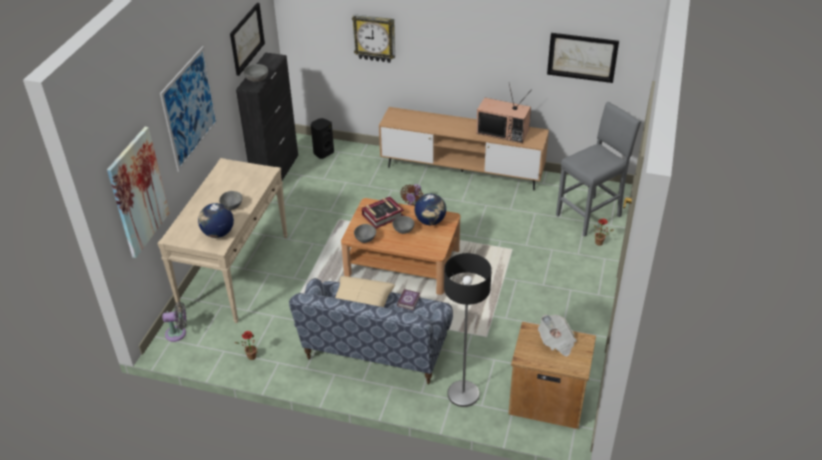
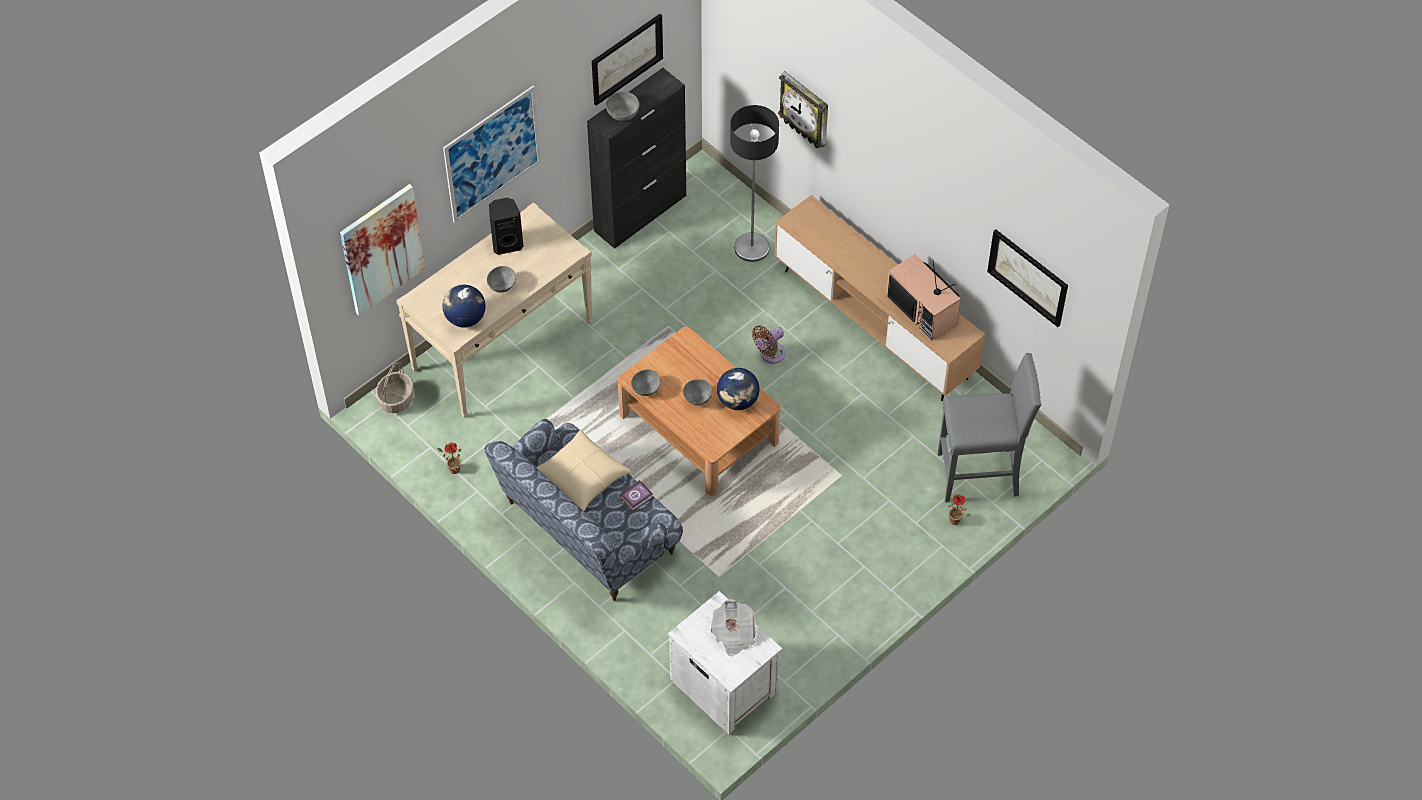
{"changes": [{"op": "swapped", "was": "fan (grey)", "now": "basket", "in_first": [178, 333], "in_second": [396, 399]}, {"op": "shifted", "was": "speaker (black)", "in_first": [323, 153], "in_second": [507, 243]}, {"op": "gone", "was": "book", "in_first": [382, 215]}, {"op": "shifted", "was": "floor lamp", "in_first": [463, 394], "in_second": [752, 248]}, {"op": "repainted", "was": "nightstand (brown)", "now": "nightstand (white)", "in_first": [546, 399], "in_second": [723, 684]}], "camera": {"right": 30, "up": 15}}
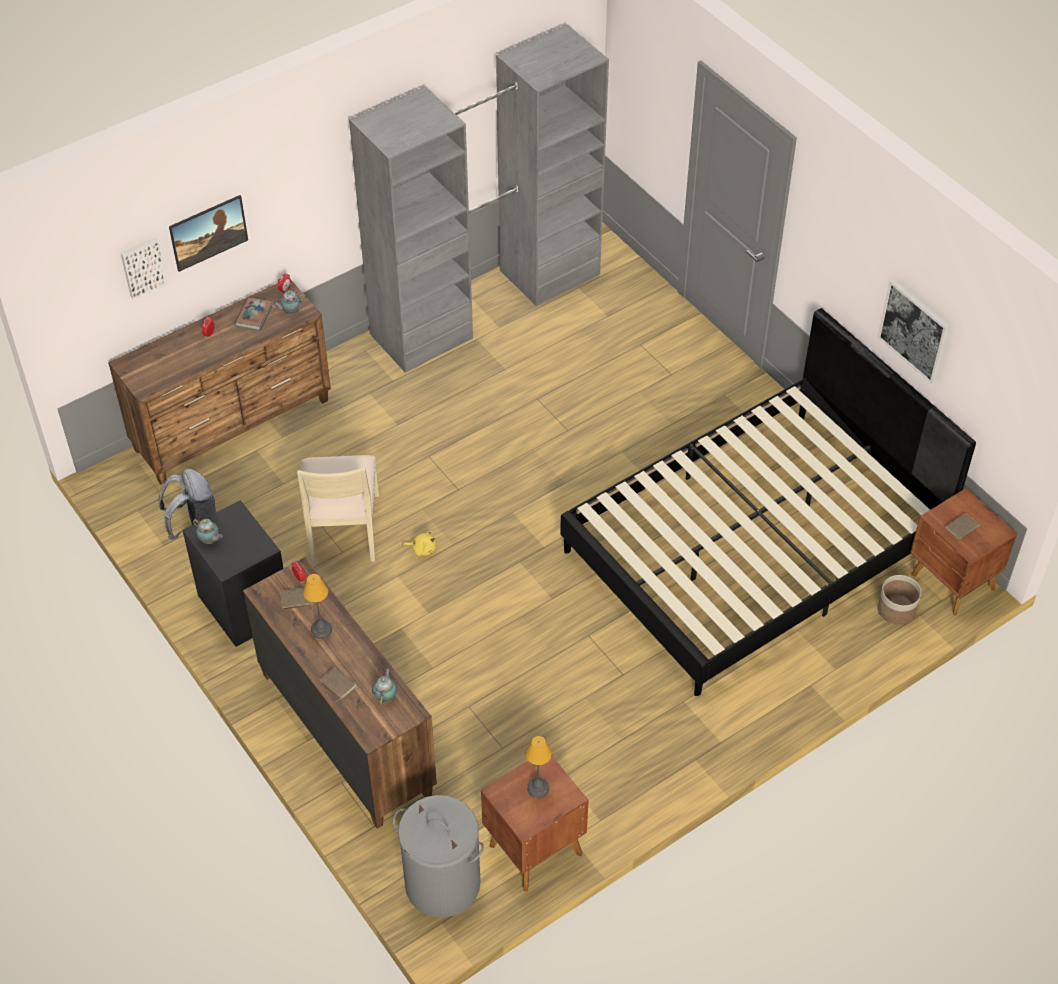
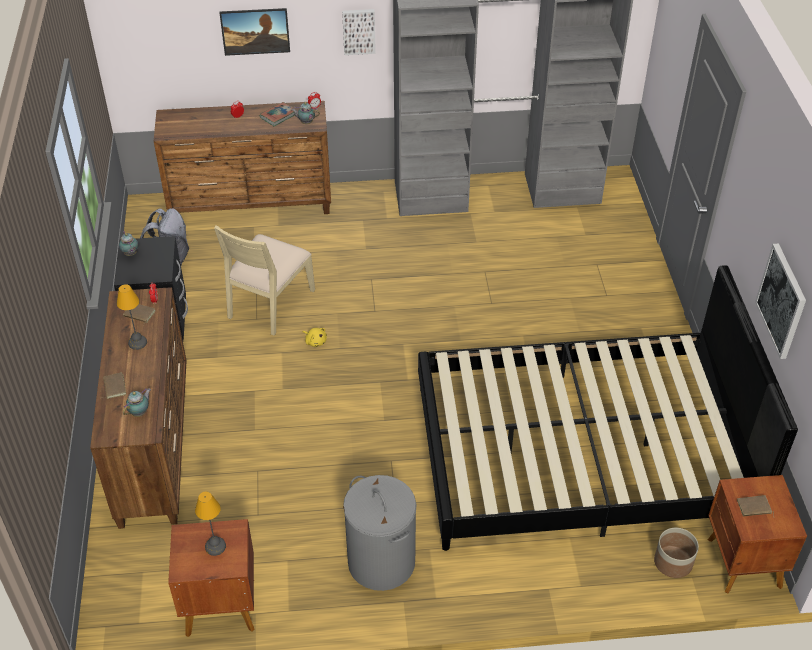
{"changes": [{"op": "shifted", "was": "picture", "in_first": [143, 267], "in_second": [359, 31]}, {"op": "shifted", "was": "laundry basket (grey)", "in_first": [442, 884], "in_second": [381, 562]}], "camera": {"right": 30, "up": -5}}
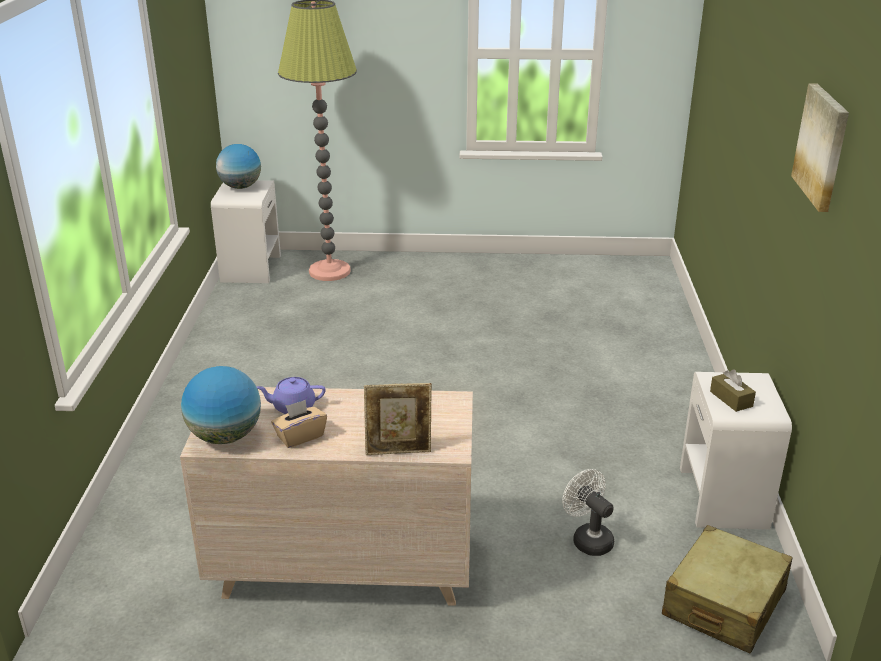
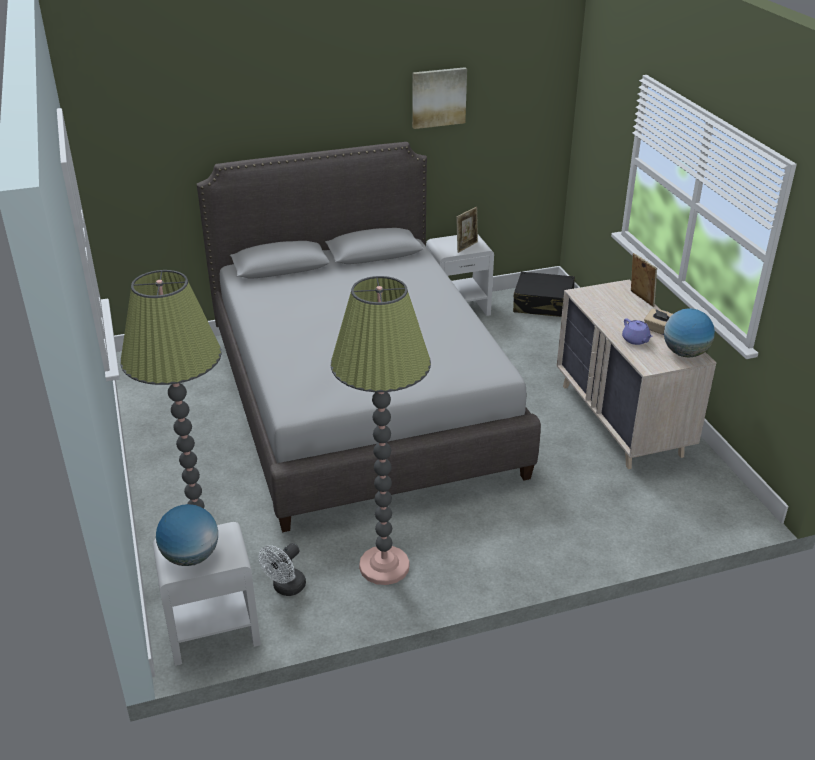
{"changes": [{"op": "shifted", "was": "fan (white)", "in_first": [588, 539], "in_second": [286, 588]}, {"op": "repainted", "was": "suitcase (beige)", "now": "suitcase (black)", "in_first": [723, 603], "in_second": [543, 304]}, {"op": "swapped", "was": "tissue box (brown)", "now": "picture frame", "in_first": [731, 399], "in_second": [466, 246]}, {"op": "new", "now": "bed (grey)", "in_second": [361, 401]}, {"op": "new", "now": "floor lamp", "in_second": [384, 566]}], "camera": {"right": -110, "up": 5}}
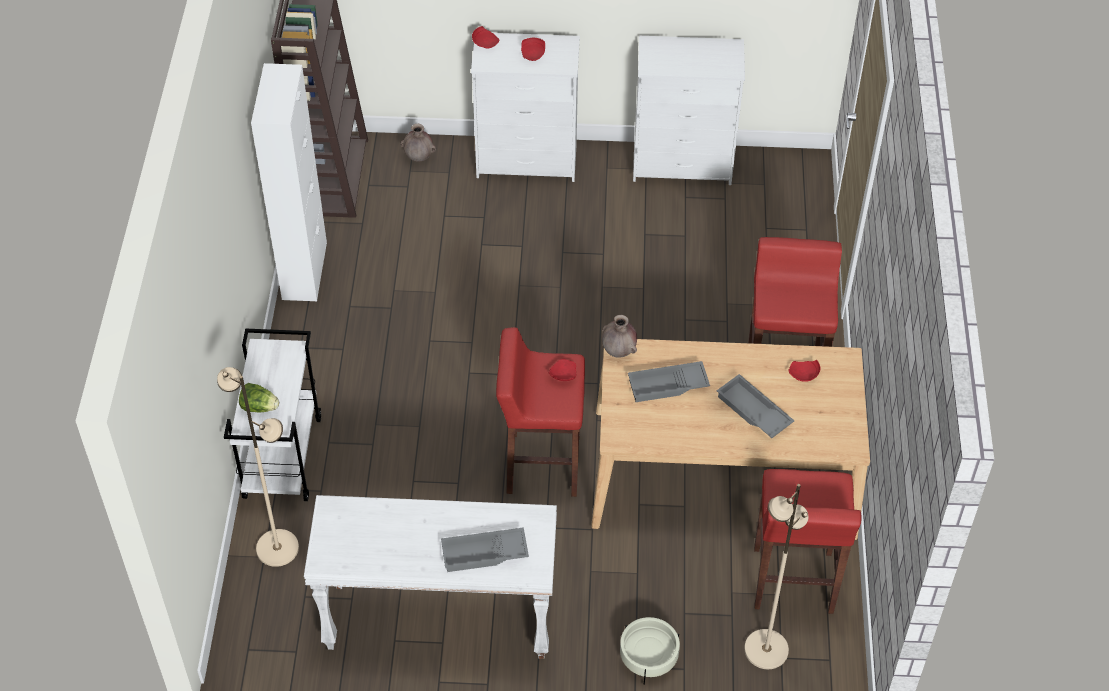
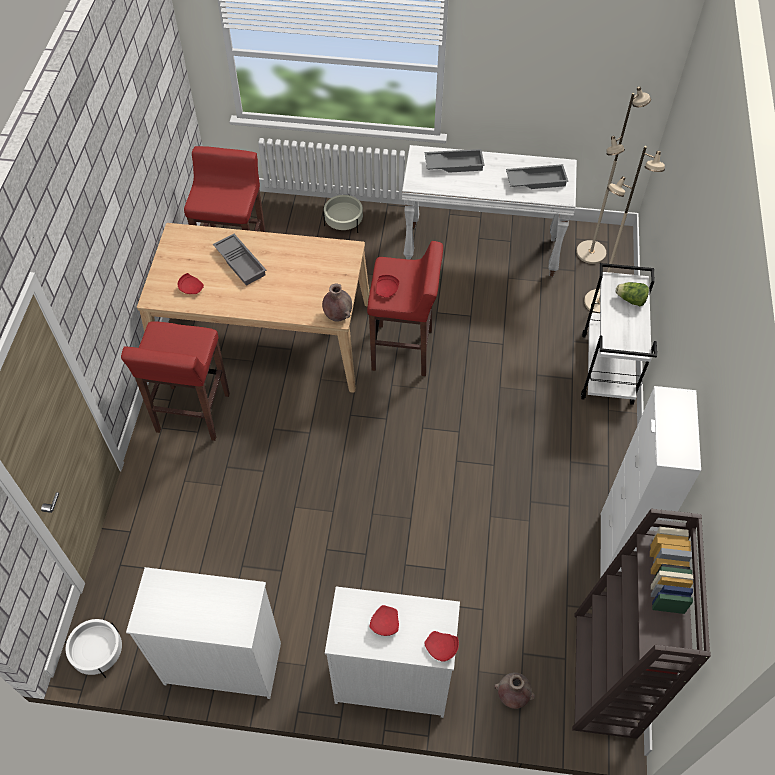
{"changes": [{"op": "shifted", "was": "tray (grey)", "in_first": [667, 386], "in_second": [536, 180]}, {"op": "shifted", "was": "floor lamp (beige)", "in_first": [765, 649], "in_second": [591, 253]}, {"op": "new", "now": "planter (white)", "in_second": [98, 652]}], "camera": {"right": -175, "up": 5}}
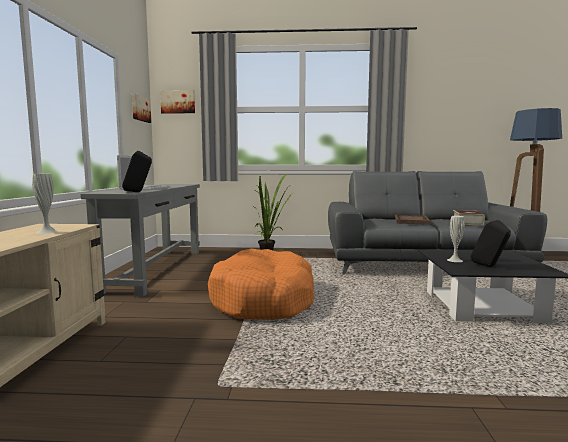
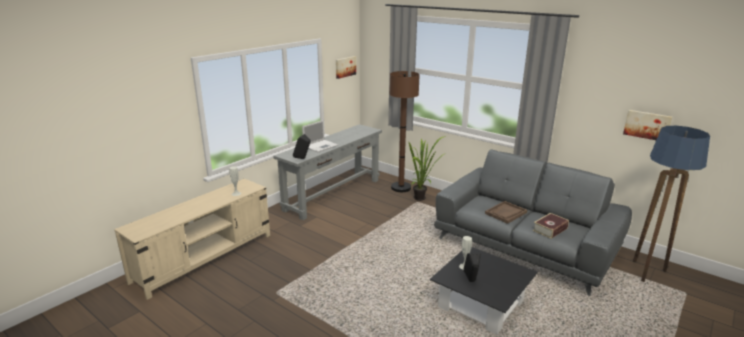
{"changes": [{"op": "shifted", "was": "picture", "in_first": [178, 102], "in_second": [647, 125]}, {"op": "gone", "was": "dog bed (orange)", "in_first": [264, 300]}, {"op": "new", "now": "floor lamp (brown)", "in_second": [401, 188]}], "camera": {"right": 35, "up": 15}}
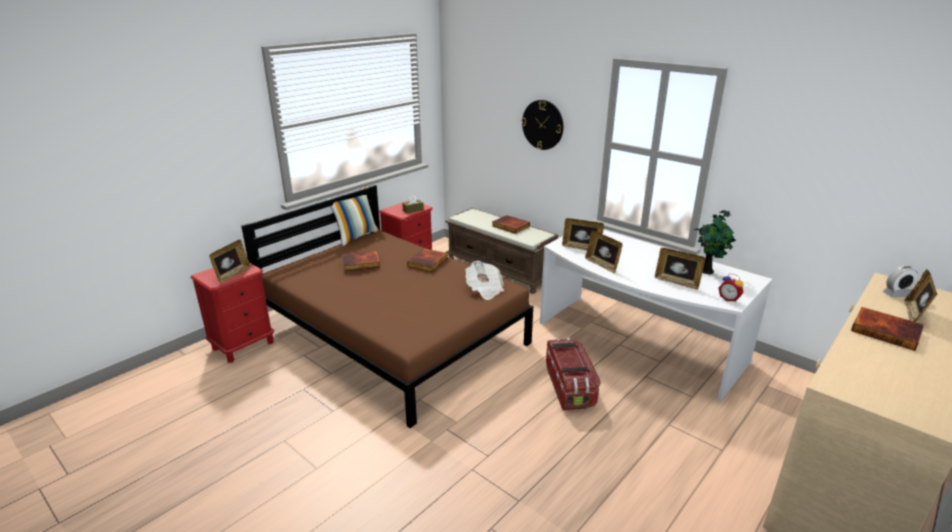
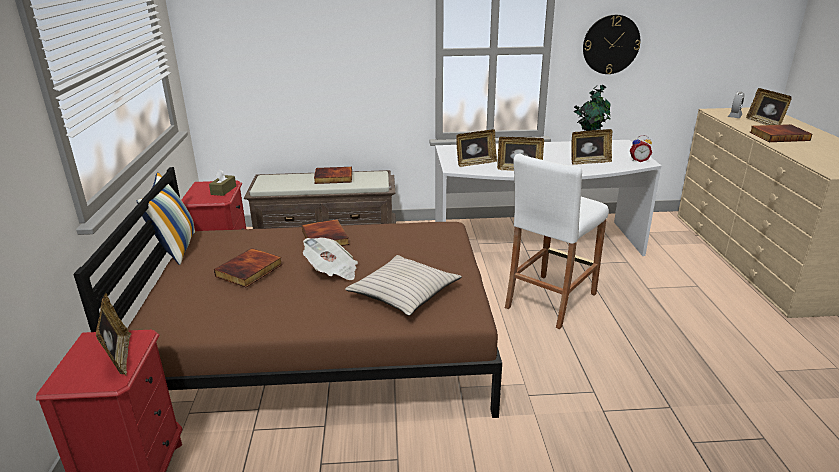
{"changes": [{"op": "shifted", "was": "newspaper", "in_first": [484, 290], "in_second": [332, 271]}, {"op": "shifted", "was": "wall clock", "in_first": [542, 125], "in_second": [611, 44]}, {"op": "swapped", "was": "storage box", "now": "stool (white)", "in_first": [569, 386], "in_second": [550, 300]}, {"op": "new", "now": "pillow (beige)", "in_second": [403, 293]}], "camera": {"right": -45, "up": 0}}
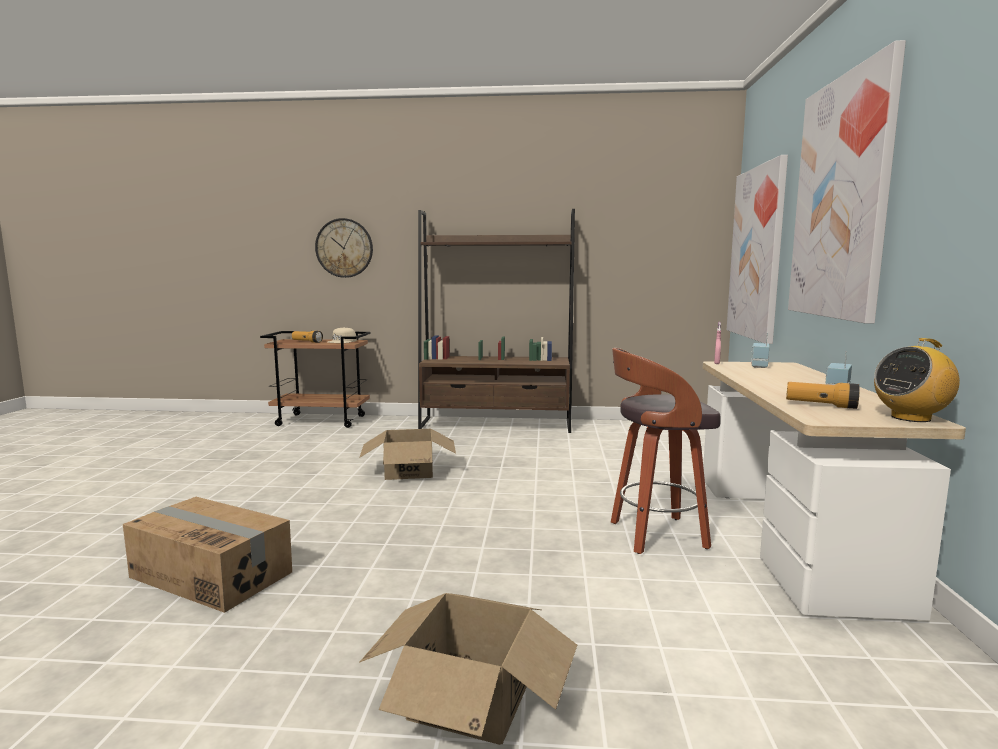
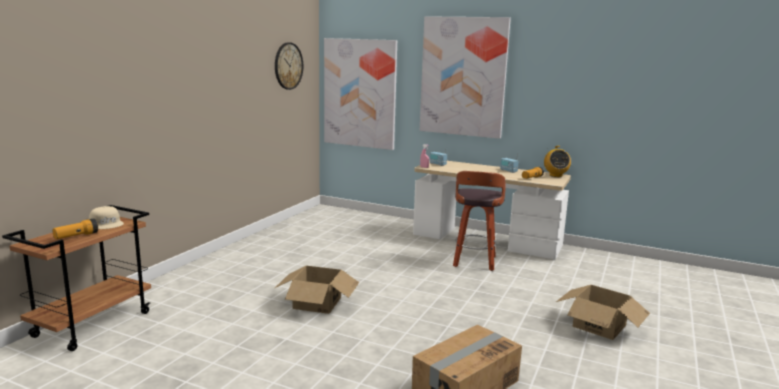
{"changes": [{"op": "shifted", "was": "wall clock", "in_first": [344, 248], "in_second": [288, 66]}, {"op": "gone", "was": "bookcase (brown)", "in_first": [496, 425]}], "camera": {"right": -70, "up": 5}}
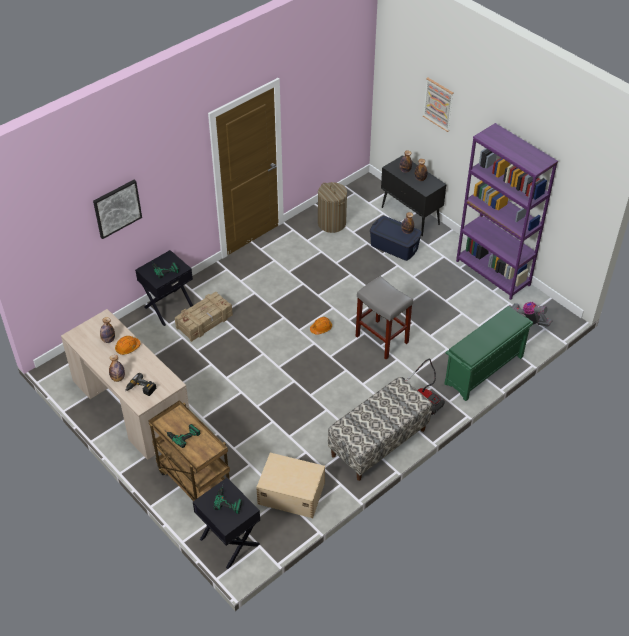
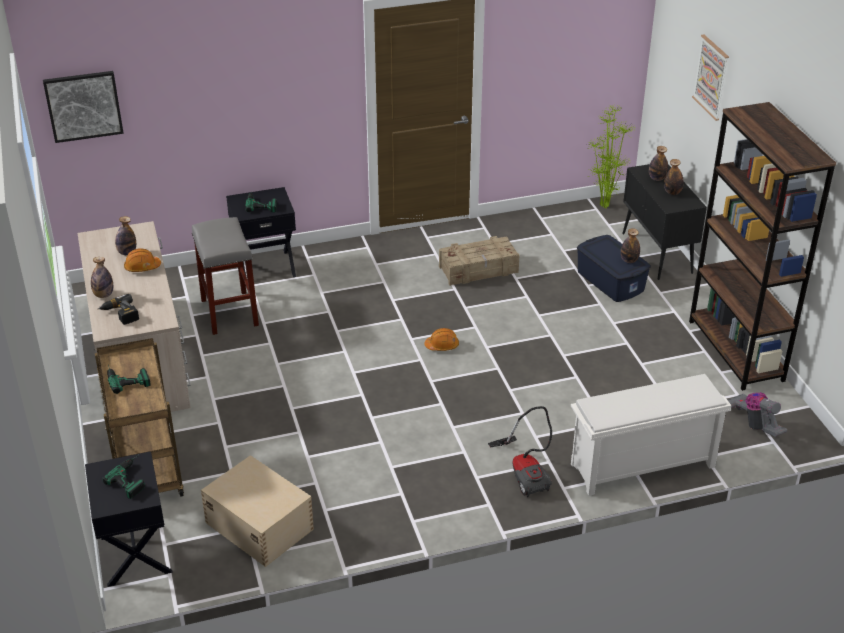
{"changes": [{"op": "shifted", "was": "picture", "in_first": [117, 208], "in_second": [83, 106]}, {"op": "shifted", "was": "crate", "in_first": [205, 321], "in_second": [479, 270]}, {"op": "gone", "was": "laundry basket", "in_first": [332, 223]}, {"op": "gone", "was": "bench", "in_first": [378, 443]}, {"op": "shifted", "was": "stool (grey)", "in_first": [382, 339], "in_second": [230, 313]}, {"op": "repainted", "was": "shoe rack (green)", "now": "shoe rack (white)", "in_first": [483, 371], "in_second": [641, 466]}, {"op": "repainted", "was": "bookcase (purple)", "now": "bookcase (brown)", "in_first": [493, 273], "in_second": [736, 351]}, {"op": "new", "now": "potted plant", "in_second": [604, 207]}], "camera": {"right": 25, "up": -10}}
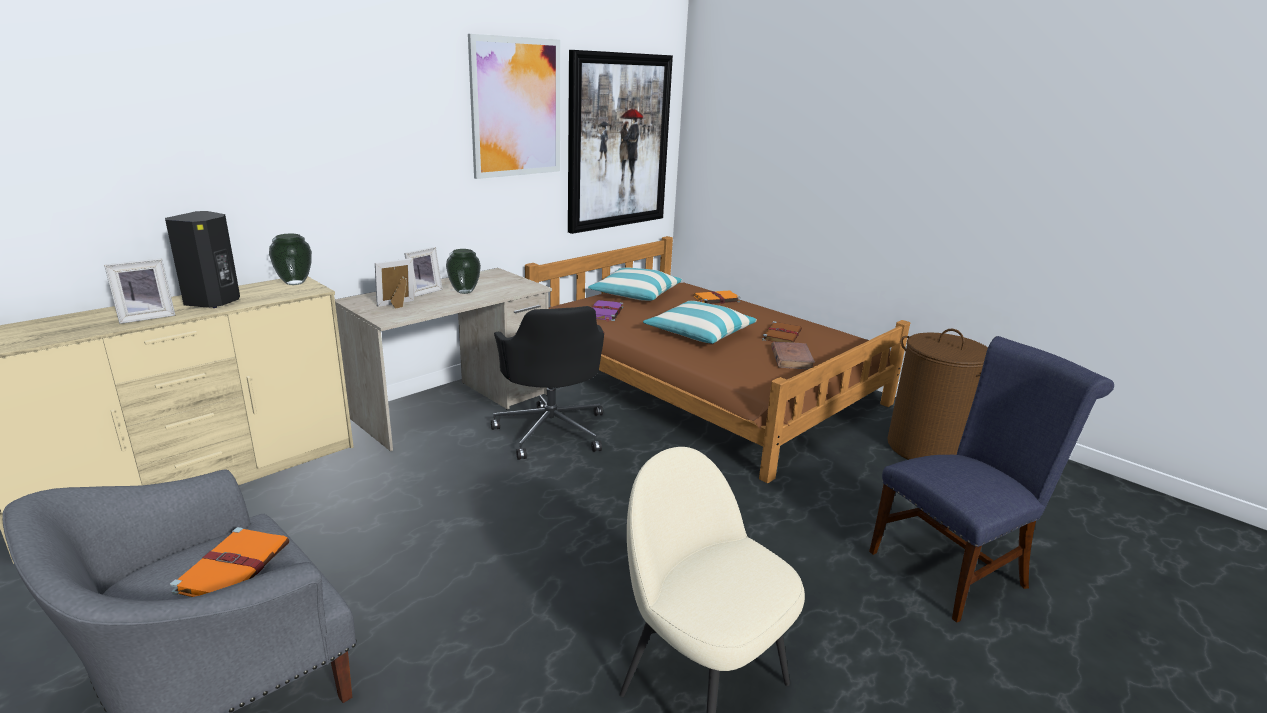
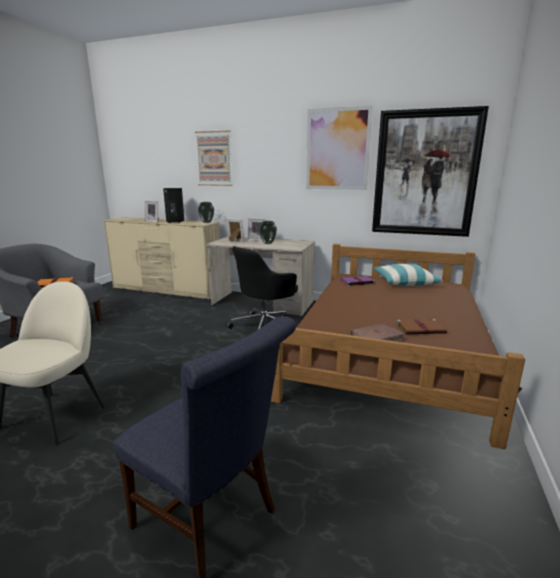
{"changes": [{"op": "gone", "was": "pillow", "in_first": [699, 333]}, {"op": "gone", "was": "book (orange)", "in_first": [715, 299]}, {"op": "gone", "was": "laundry basket (brown)", "in_first": [925, 448]}, {"op": "new", "now": "picture", "in_second": [214, 159]}], "camera": {"right": 65, "up": -5}}
